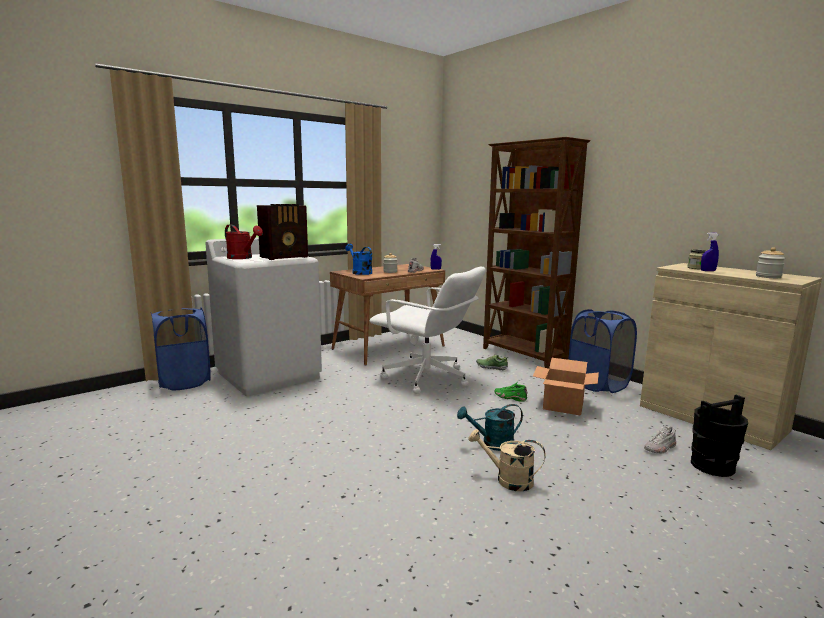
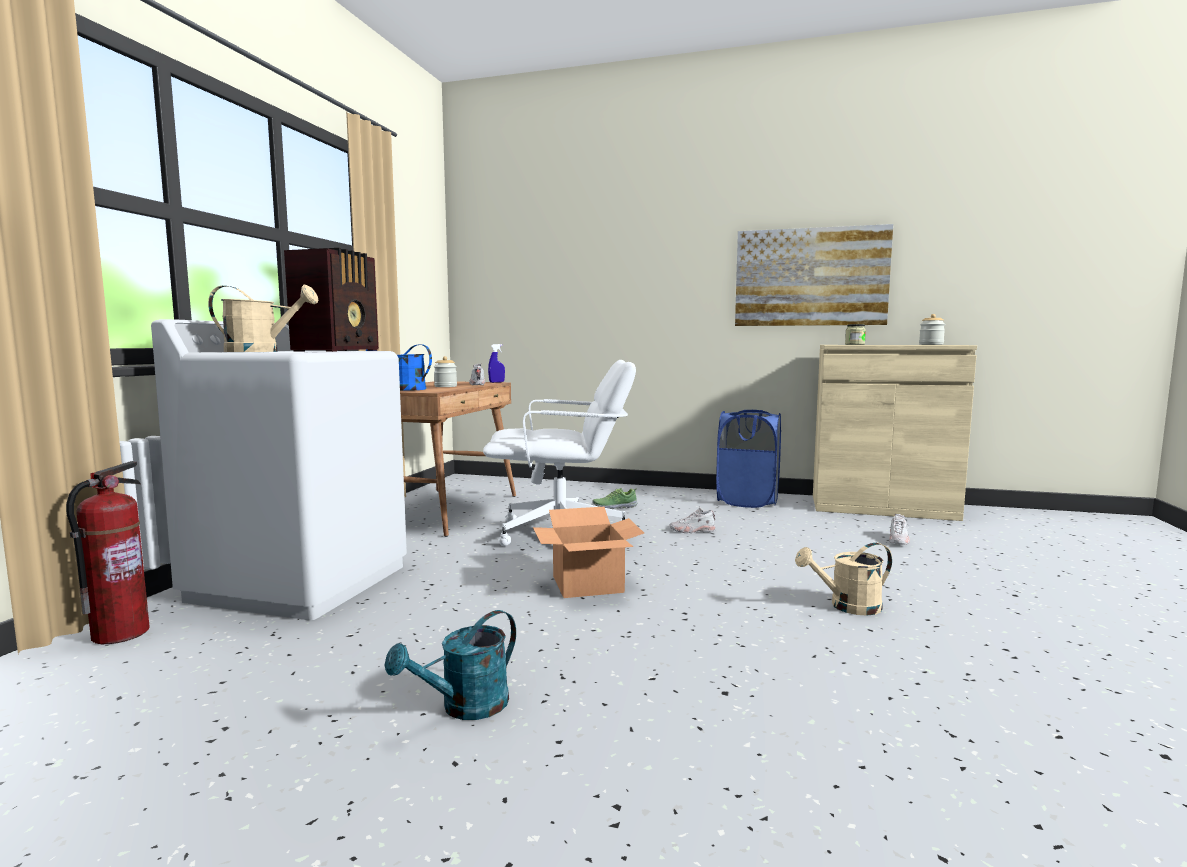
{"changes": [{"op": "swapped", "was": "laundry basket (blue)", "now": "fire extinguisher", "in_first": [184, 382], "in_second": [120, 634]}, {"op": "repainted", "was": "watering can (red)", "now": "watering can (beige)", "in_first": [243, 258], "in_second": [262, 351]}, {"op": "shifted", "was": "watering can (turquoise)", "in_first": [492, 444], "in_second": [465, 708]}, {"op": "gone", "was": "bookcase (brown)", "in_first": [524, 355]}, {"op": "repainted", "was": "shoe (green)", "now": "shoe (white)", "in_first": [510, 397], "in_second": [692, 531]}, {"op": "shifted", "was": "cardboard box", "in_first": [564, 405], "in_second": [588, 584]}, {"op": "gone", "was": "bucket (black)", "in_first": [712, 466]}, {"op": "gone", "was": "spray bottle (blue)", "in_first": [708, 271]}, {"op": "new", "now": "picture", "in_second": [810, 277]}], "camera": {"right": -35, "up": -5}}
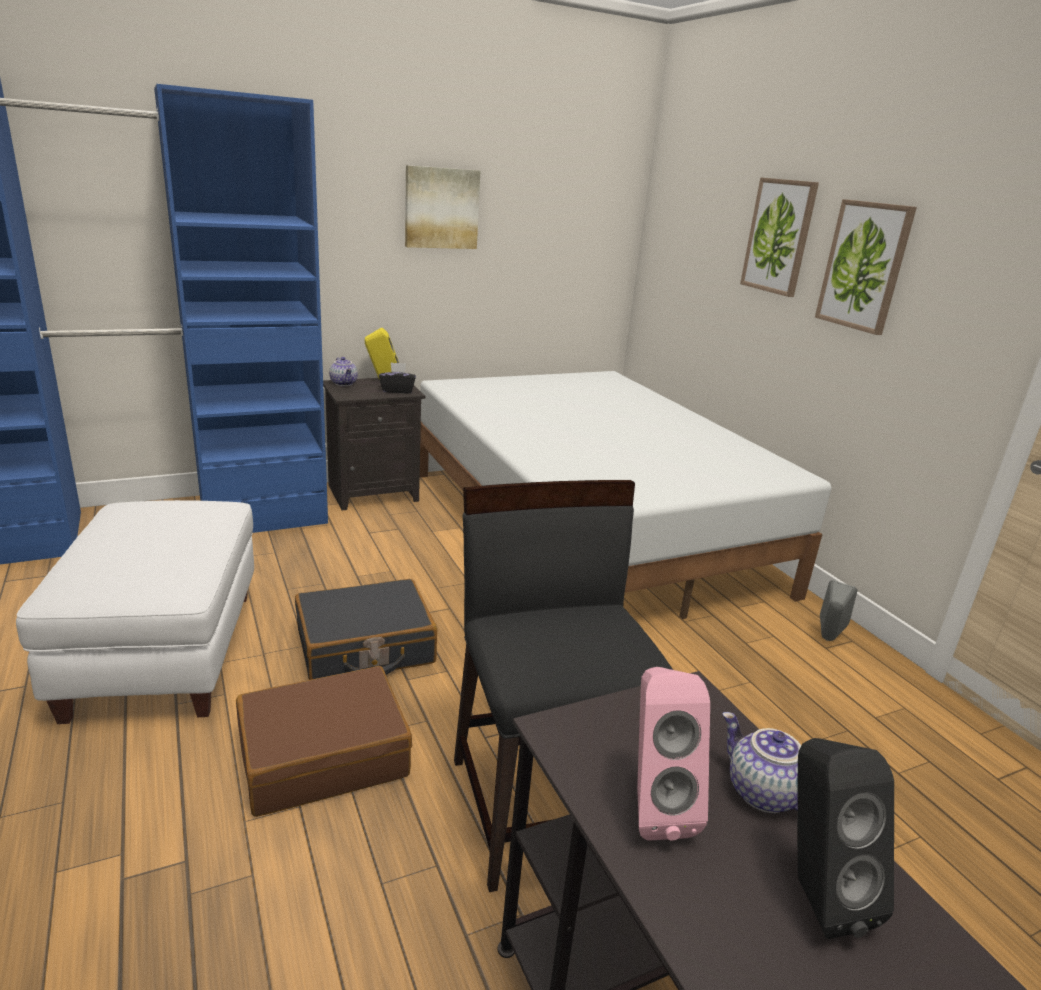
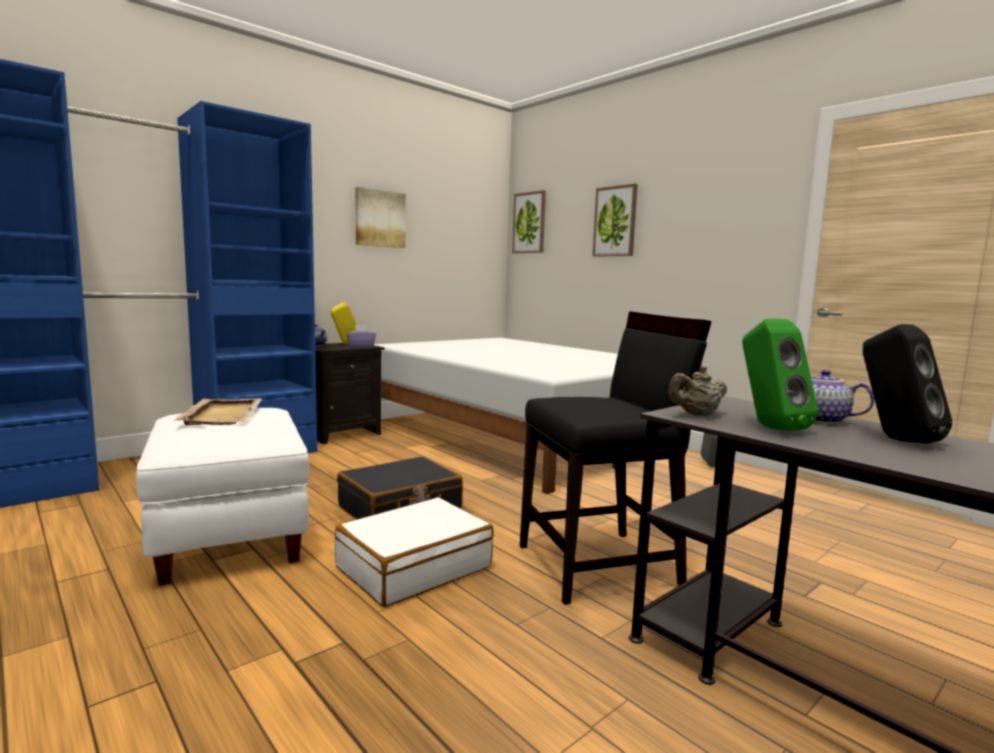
{"changes": [{"op": "repainted", "was": "suitcase (brown)", "now": "suitcase (white)", "in_first": [323, 755], "in_second": [414, 567]}, {"op": "repainted", "was": "tissue box (black)", "now": "tissue box (purple)", "in_first": [397, 390], "in_second": [361, 346]}, {"op": "rotated", "was": "chair (black)", "in_first": [544, 805], "in_second": [600, 565], "clockwise": 105}, {"op": "repainted", "was": "speaker (pink)", "now": "speaker (green)", "in_first": [652, 806], "in_second": [768, 427]}, {"op": "shifted", "was": "picture", "in_first": [864, 266], "in_second": [529, 223]}, {"op": "new", "now": "tray (beige)", "in_second": [222, 414]}, {"op": "new", "now": "teapot (beige)", "in_second": [696, 415]}], "camera": {"right": -15, "up": -15}}
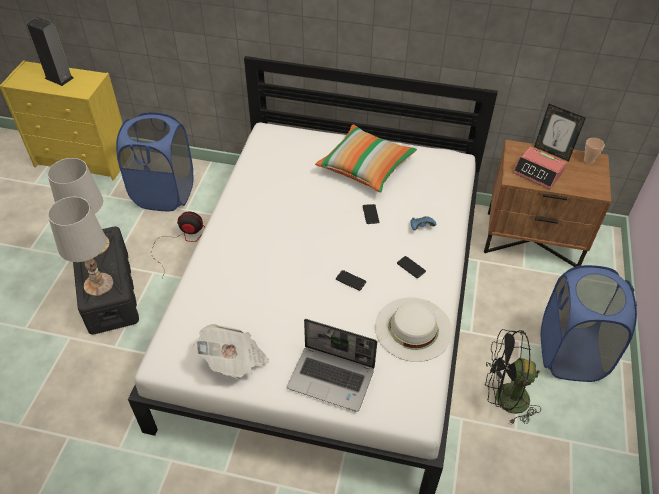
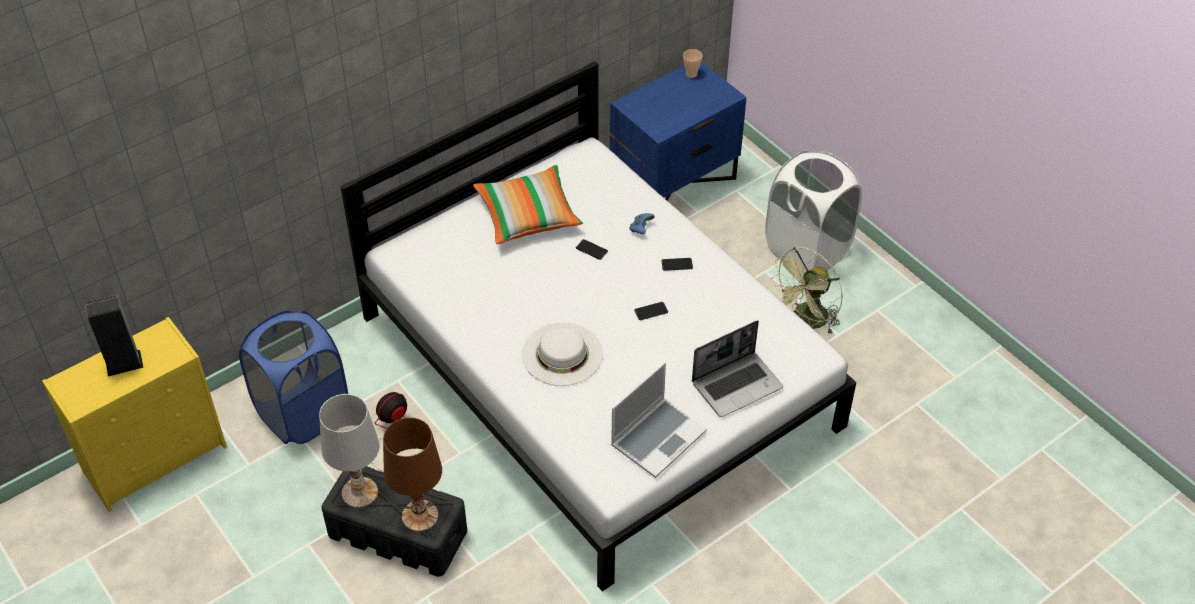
{"changes": [{"op": "repainted", "was": "table lamp (white)", "now": "table lamp (brown)", "in_first": [99, 284], "in_second": [420, 515]}, {"op": "swapped", "was": "newspaper", "now": "laptop", "in_first": [234, 360], "in_second": [658, 437]}, {"op": "shifted", "was": "hat (white)", "in_first": [413, 328], "in_second": [562, 354]}, {"op": "repainted", "was": "nightstand (brown)", "now": "nightstand (blue)", "in_first": [532, 239], "in_second": [674, 182]}, {"op": "repainted", "was": "fan (black)", "now": "fan (green)", "in_first": [504, 399], "in_second": [806, 321]}, {"op": "gone", "was": "alarm clock", "in_first": [538, 173]}, {"op": "gone", "was": "picture frame", "in_first": [552, 152]}, {"op": "repainted", "was": "laundry basket (blue)", "now": "laundry basket (white)", "in_first": [570, 354], "in_second": [807, 250]}], "camera": {"right": -50, "up": 0}}
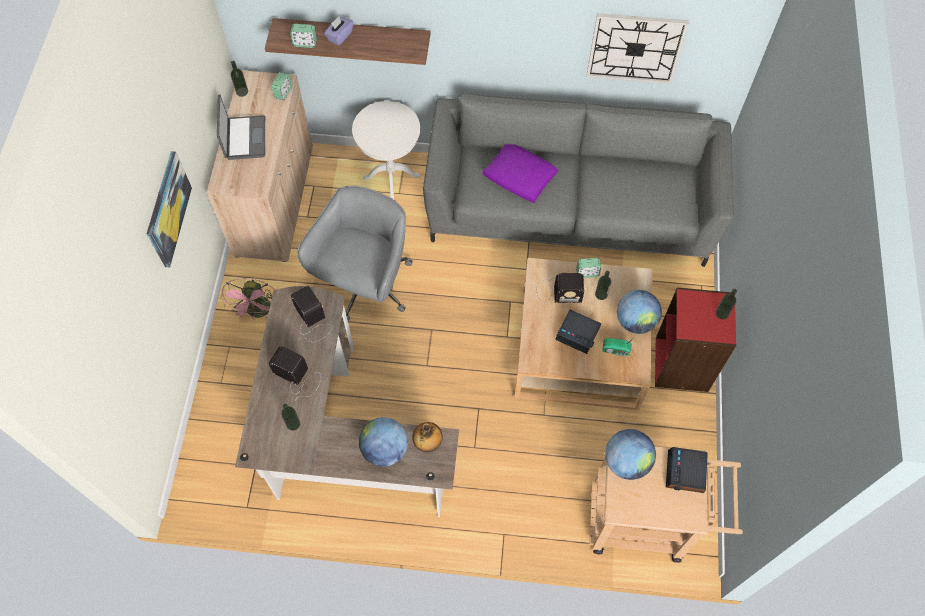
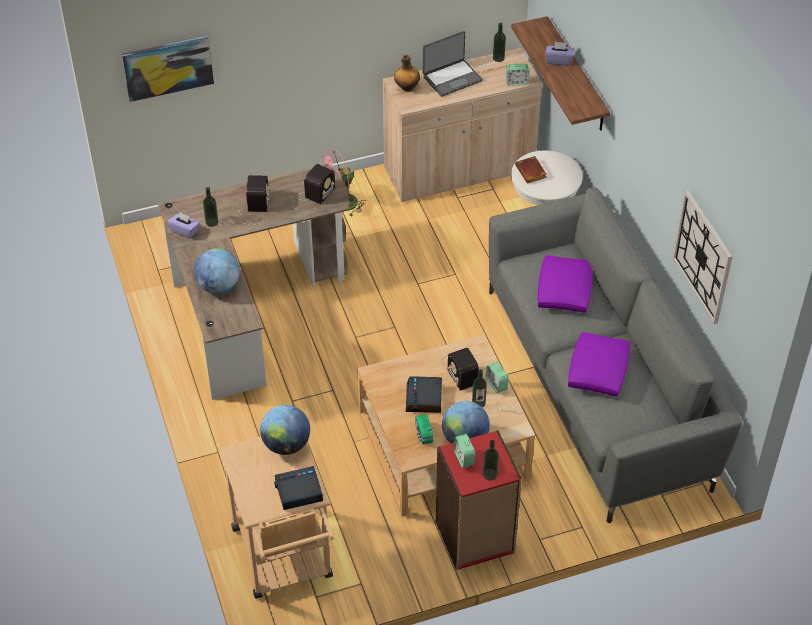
{"changes": [{"op": "shifted", "was": "picture", "in_first": [167, 209], "in_second": [168, 67]}, {"op": "shifted", "was": "alarm clock", "in_first": [305, 43], "in_second": [464, 458]}, {"op": "gone", "was": "office chair (grey)", "in_first": [366, 285]}, {"op": "shifted", "was": "bottle", "in_first": [427, 442], "in_second": [407, 88]}, {"op": "new", "now": "tissue box (purple)", "in_second": [184, 231]}, {"op": "new", "now": "book (brown)", "in_second": [532, 172]}, {"op": "new", "now": "pillow (purple)", "in_second": [598, 371]}], "camera": {"right": 65, "up": -15}}
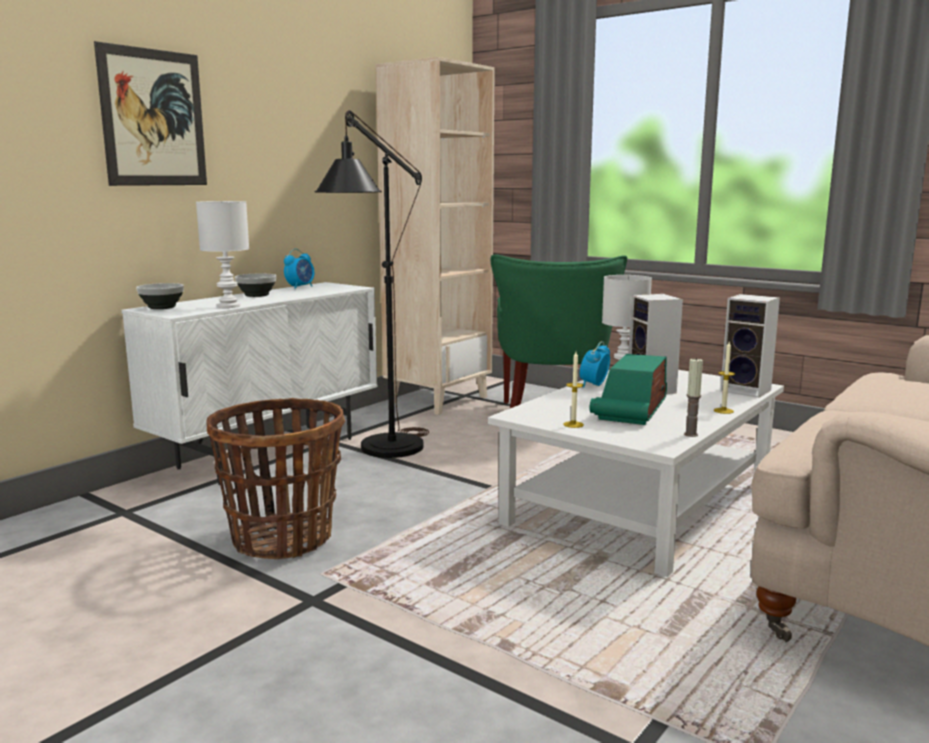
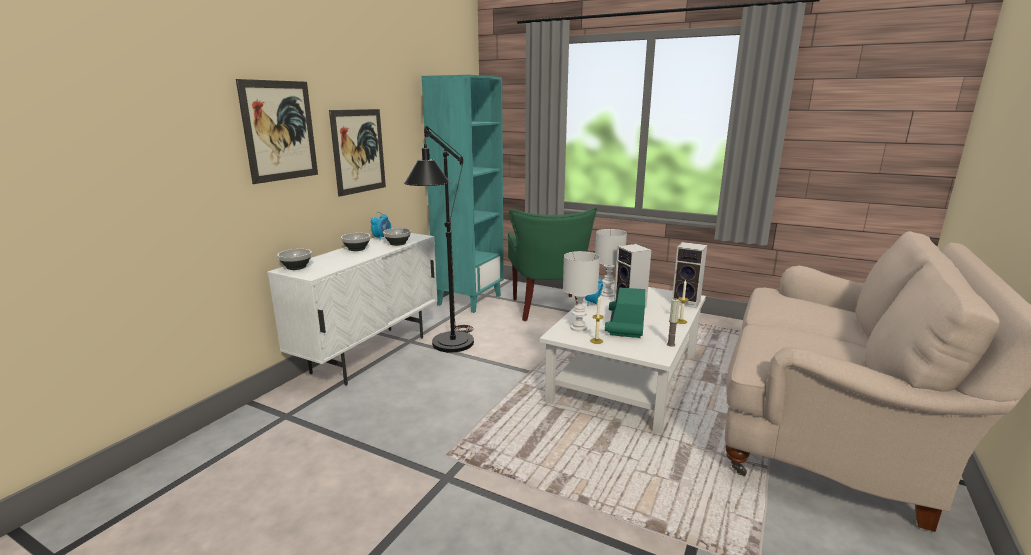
{"changes": [{"op": "shifted", "was": "table lamp (white)", "in_first": [227, 306], "in_second": [578, 328]}, {"op": "gone", "was": "basket", "in_first": [282, 538]}, {"op": "repainted", "was": "bookcase (beige)", "now": "bookcase (turquoise)", "in_first": [438, 400], "in_second": [469, 300]}, {"op": "new", "now": "picture", "in_second": [358, 151]}, {"op": "new", "now": "bowl", "in_second": [397, 243]}], "camera": {"right": -10, "up": 5}}
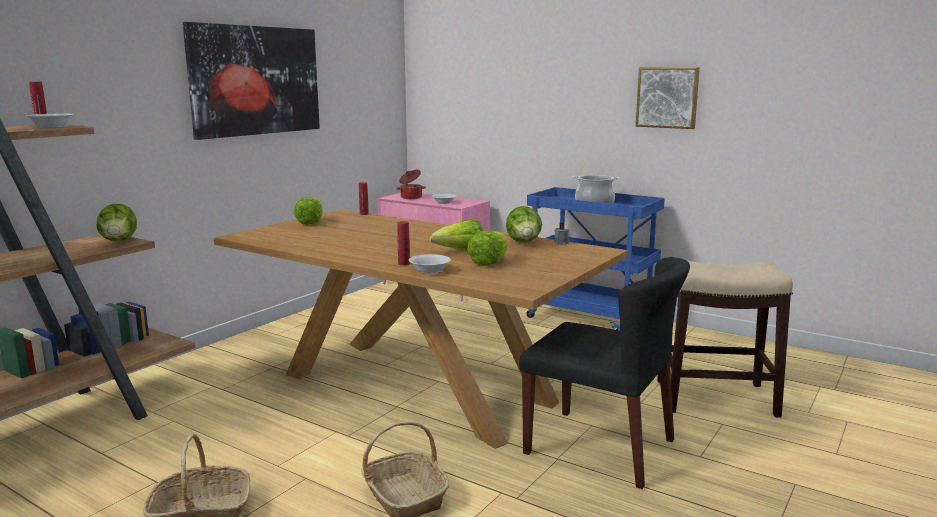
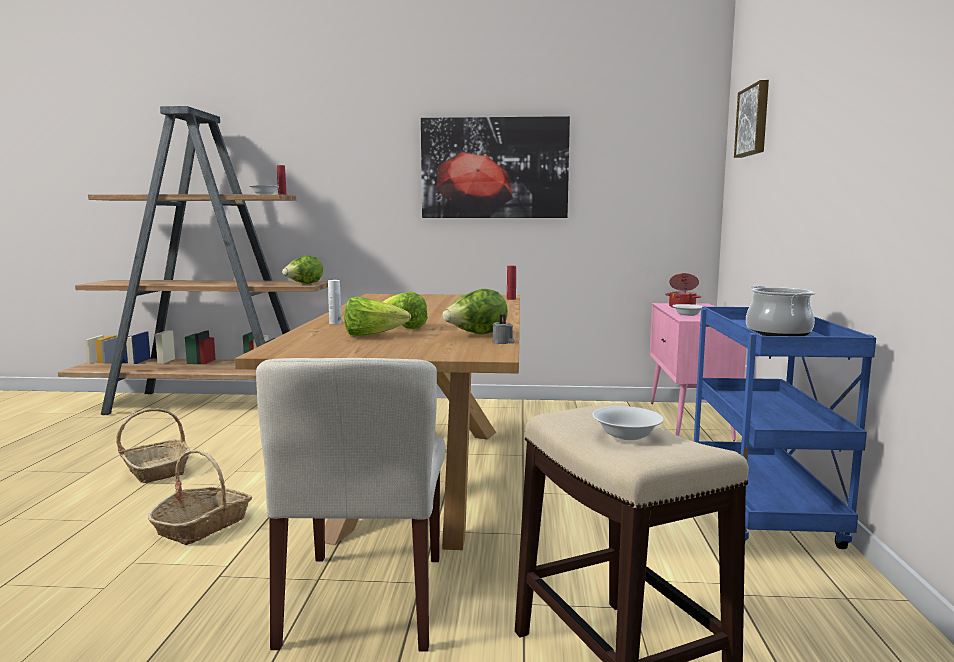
{"changes": [{"op": "gone", "was": "lettuce", "in_first": [310, 222]}, {"op": "repainted", "was": "bottle (red)", "now": "bottle (white)", "in_first": [404, 263], "in_second": [335, 323]}, {"op": "shifted", "was": "bowl (white)", "in_first": [429, 271], "in_second": [626, 434]}, {"op": "repainted", "was": "chair (black)", "now": "chair (beige)", "in_first": [601, 447], "in_second": [366, 600]}, {"op": "shifted", "was": "picture", "in_first": [667, 97], "in_second": [754, 121]}], "camera": {"right": 60, "up": -5}}
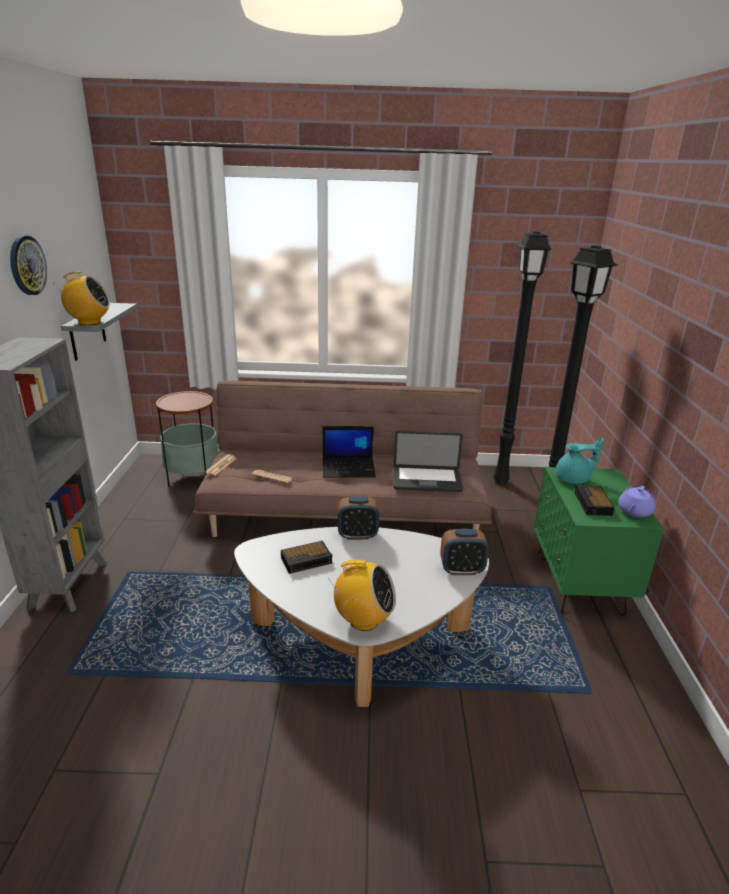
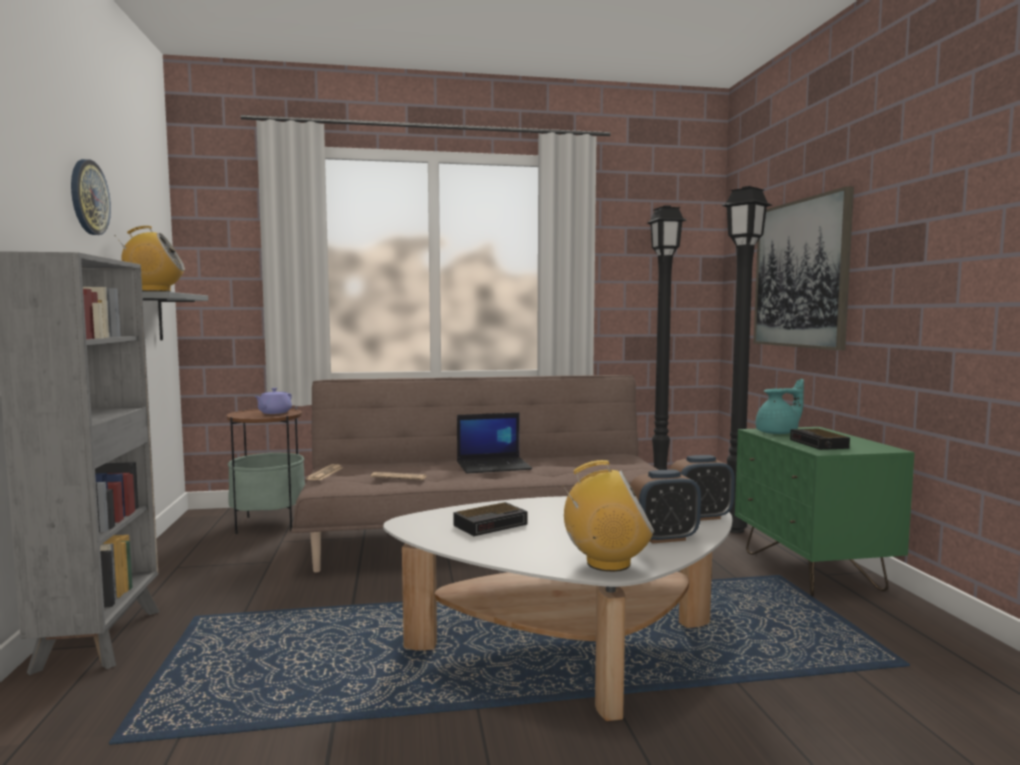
{"changes": [{"op": "shifted", "was": "alarm clock", "in_first": [357, 535], "in_second": [663, 538]}, {"op": "gone", "was": "laptop", "in_first": [426, 481]}, {"op": "shifted", "was": "teapot (purple)", "in_first": [634, 512], "in_second": [274, 412]}, {"op": "new", "now": "picture", "in_second": [801, 274]}], "camera": {"right": -10, "up": -20}}
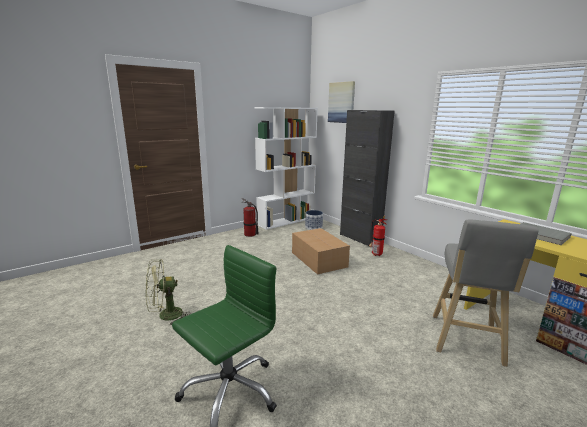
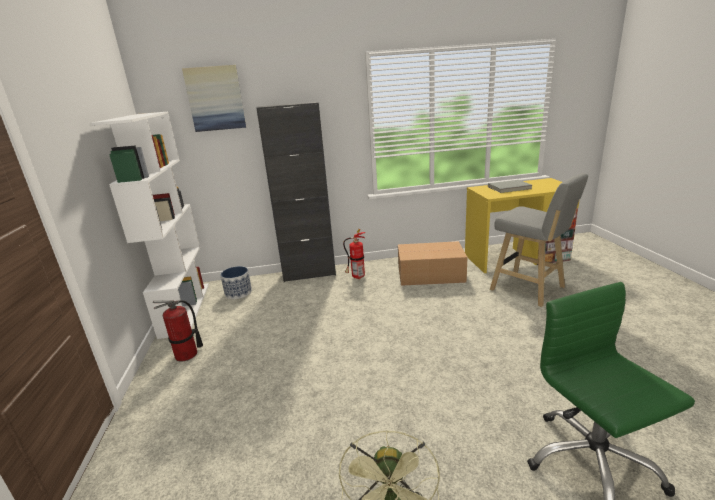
{"changes": [{"op": "shifted", "was": "cardboard box", "in_first": [319, 260], "in_second": [431, 274]}], "camera": {"right": -60, "up": 5}}
